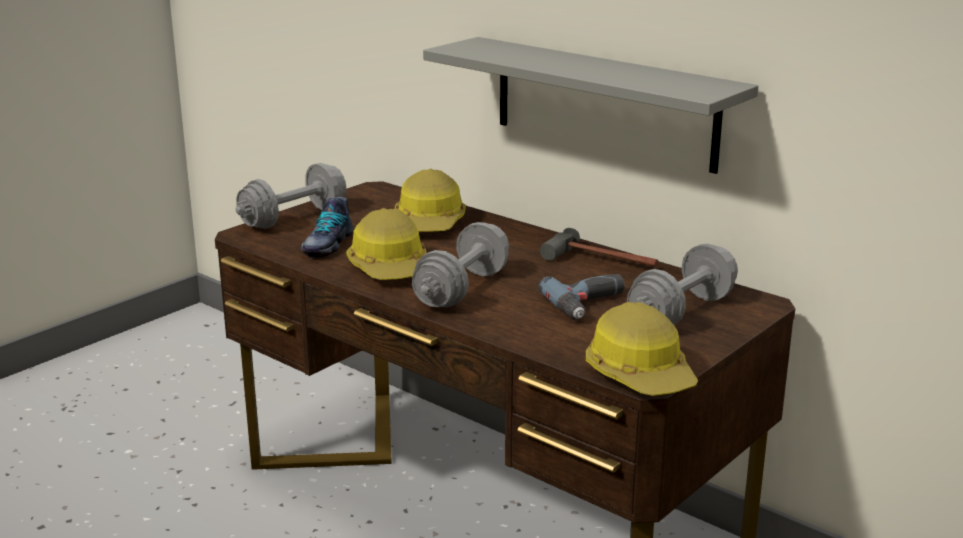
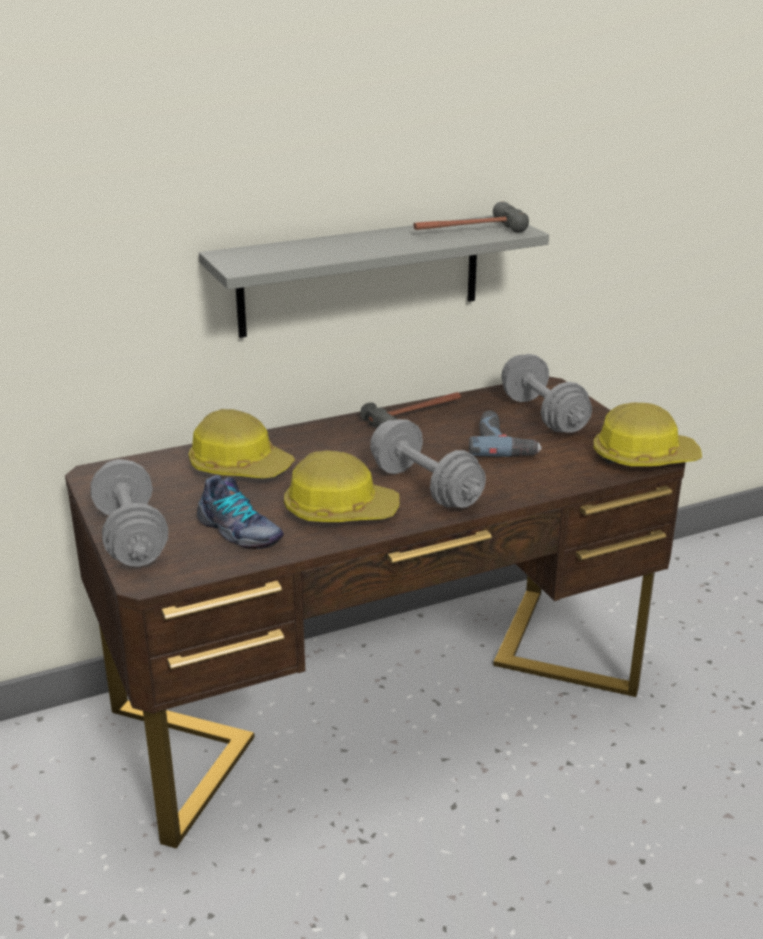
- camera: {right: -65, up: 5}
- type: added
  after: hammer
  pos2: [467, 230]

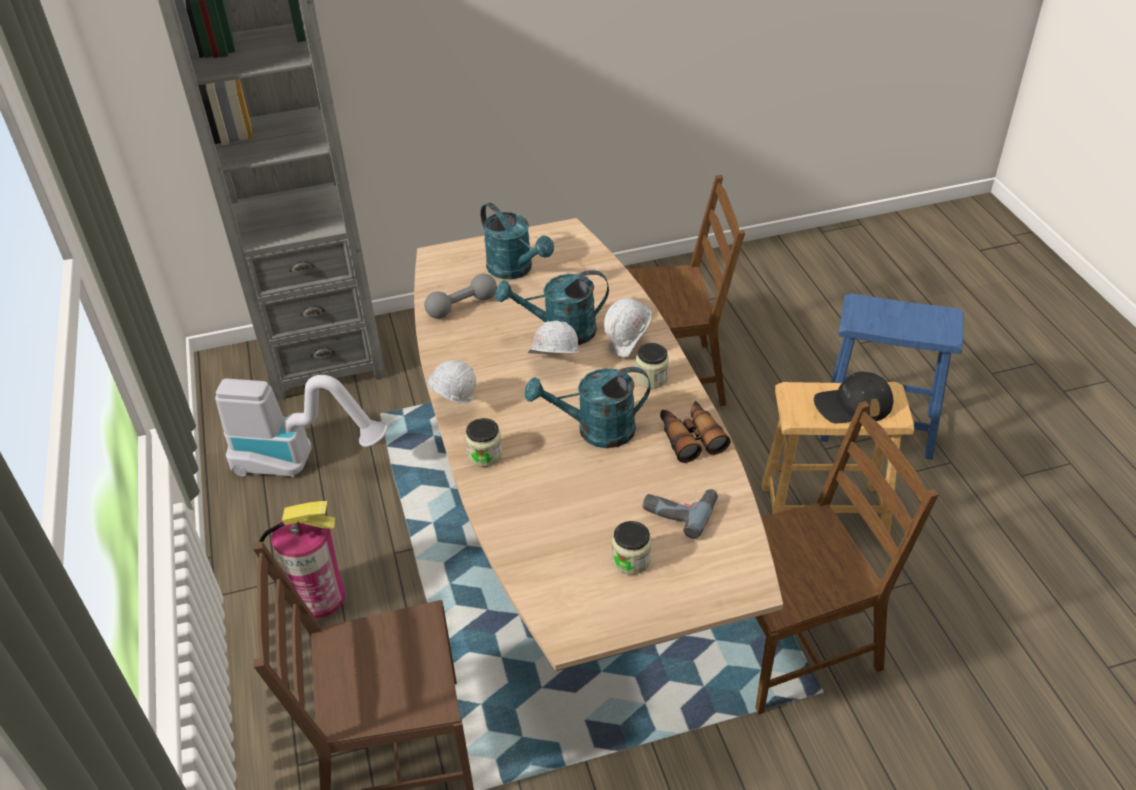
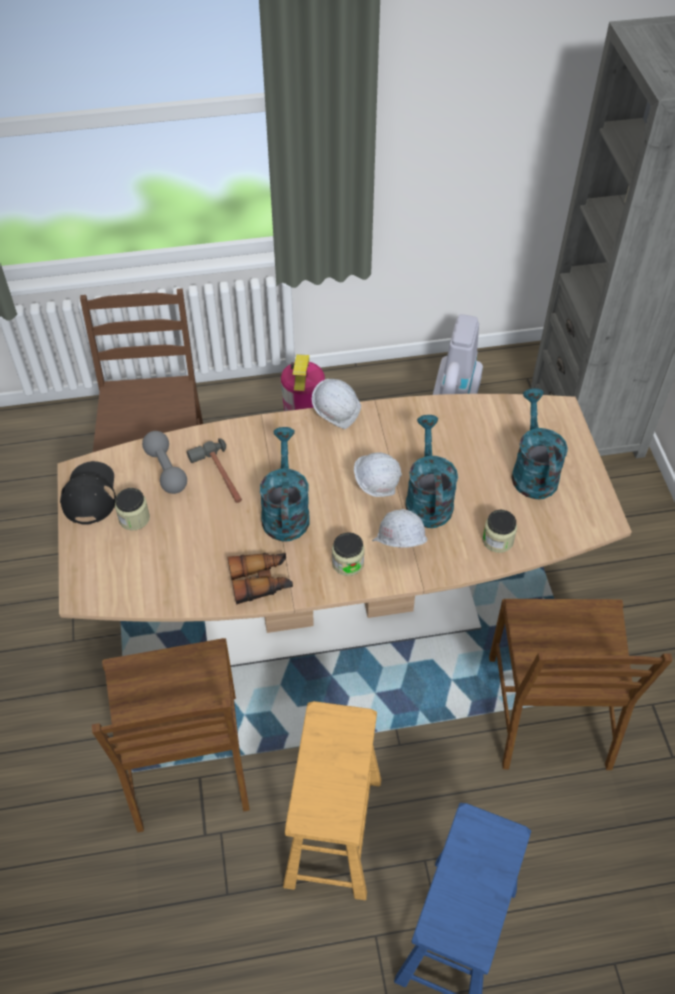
- camera: {right: 95, up: 10}
- type: moved
  before: black cap
  pos1: [852, 404]
  pos2: [90, 494]
- type: moved
  before: grey dumbbell
  pos1: [462, 306]
  pos2: [166, 470]
- type: added
  after: hammer
  pos2: [220, 477]
- type: moved
  before: jar
  pos1: [485, 455]
  pos2: [498, 540]
- type: turned
  before: turquoise watering can
  pos1: [515, 270]
  pos2: [532, 471]
  turn: 120
- type: removed
  before: power drill
  pos1: [680, 509]

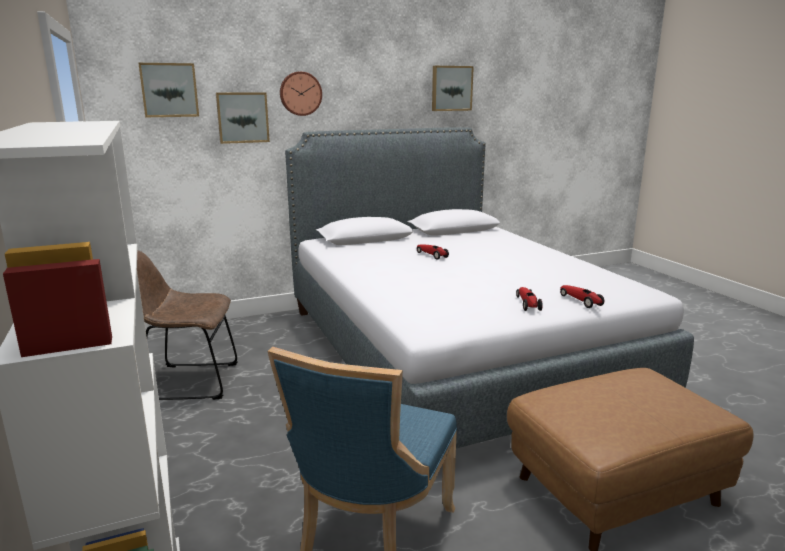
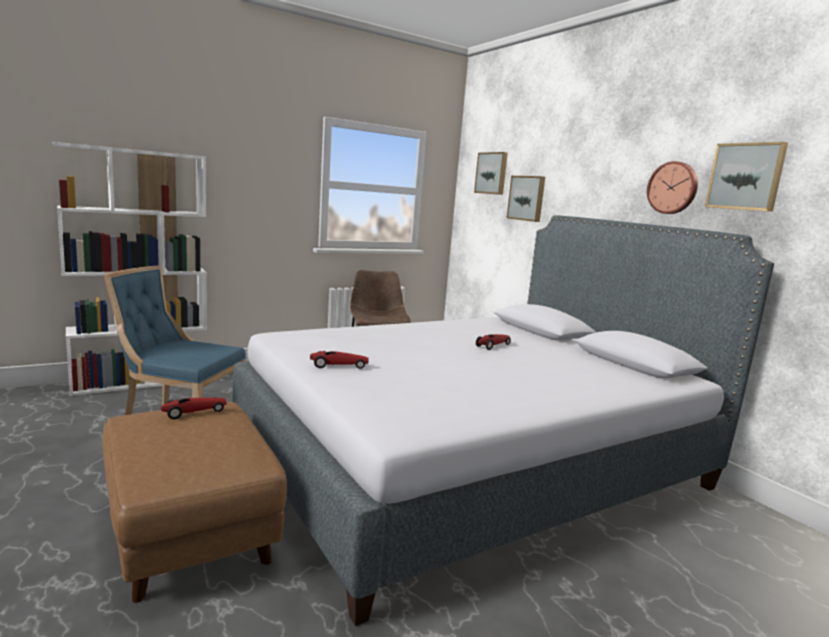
- camera: {right: 80, up: -5}
- type: moved
  before: toy car
  pos1: [580, 301]
  pos2: [194, 412]
- type: moved
  before: wall clock
  pos1: [300, 93]
  pos2: [673, 188]

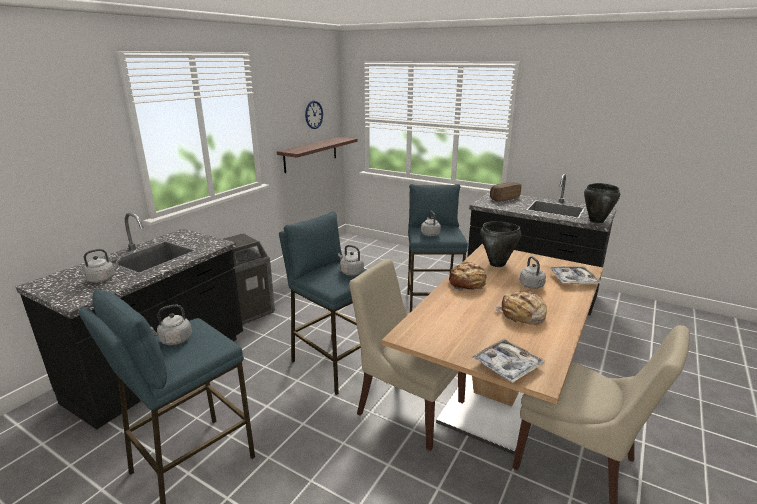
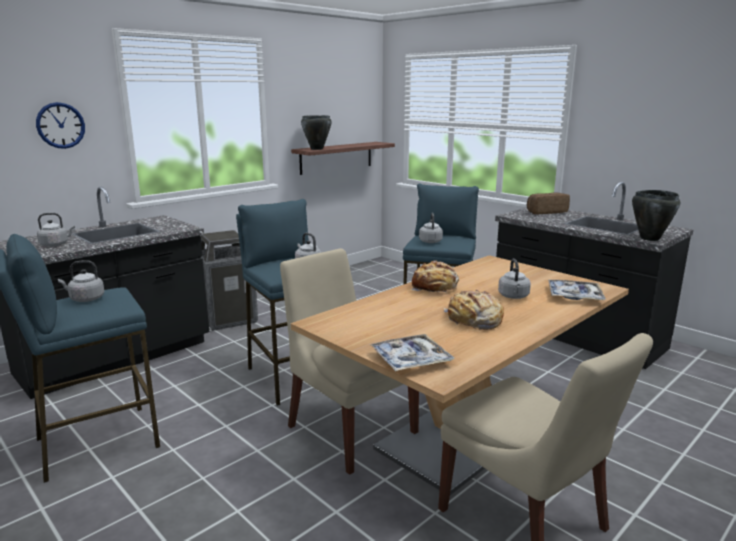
- camera: {right: 15, up: -5}
- type: moved
  before: wall clock
  pos1: [314, 114]
  pos2: [60, 125]
- type: moved
  before: black cooking pot
  pos1: [497, 264]
  pos2: [316, 149]

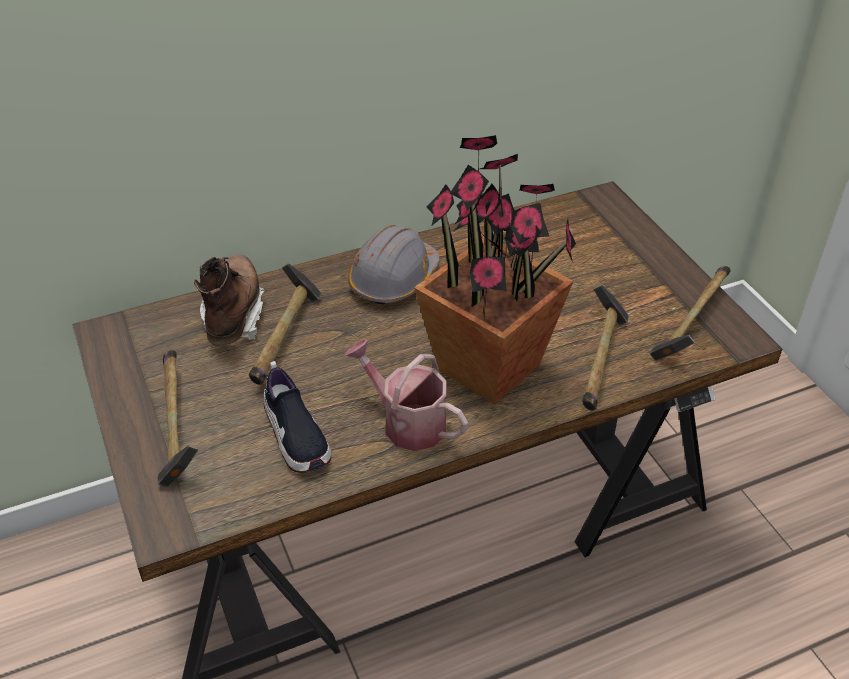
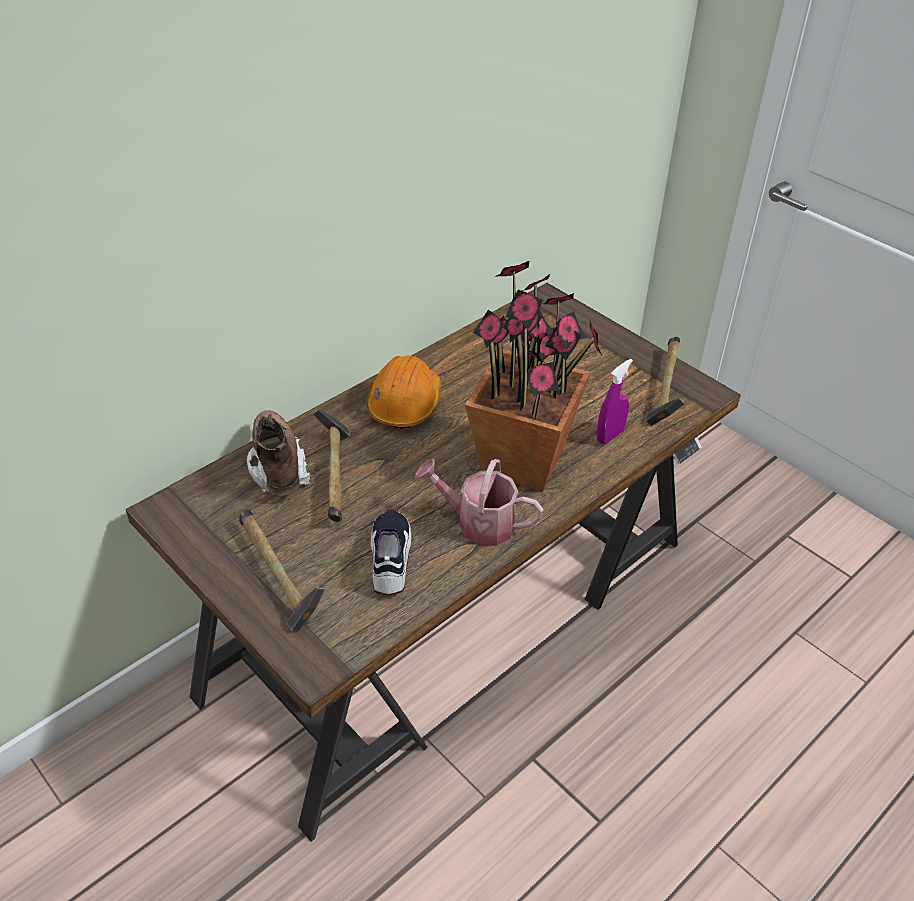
- camera: {right: -20, up: 0}
- type: recoloured
  before: grey hard hat
  after: orange hard hat
  pos1: [394, 279]
  pos2: [405, 404]
- type: turned
  before: shoe
  pos1: [296, 437]
  pos2: [390, 559]
  turn: -135
- type: replaced
  before: hammer
  after: purple spray bottle
  pos1: [601, 361]
  pos2: [610, 436]

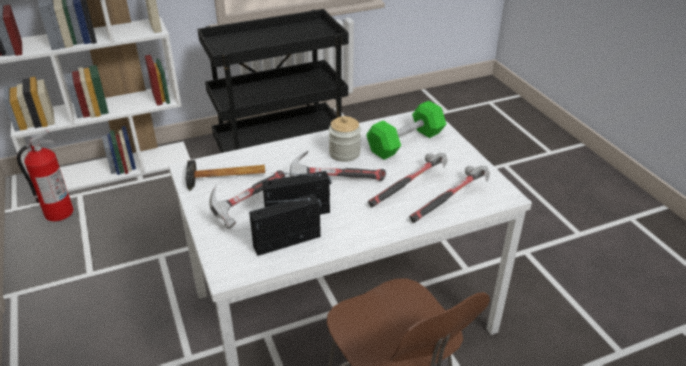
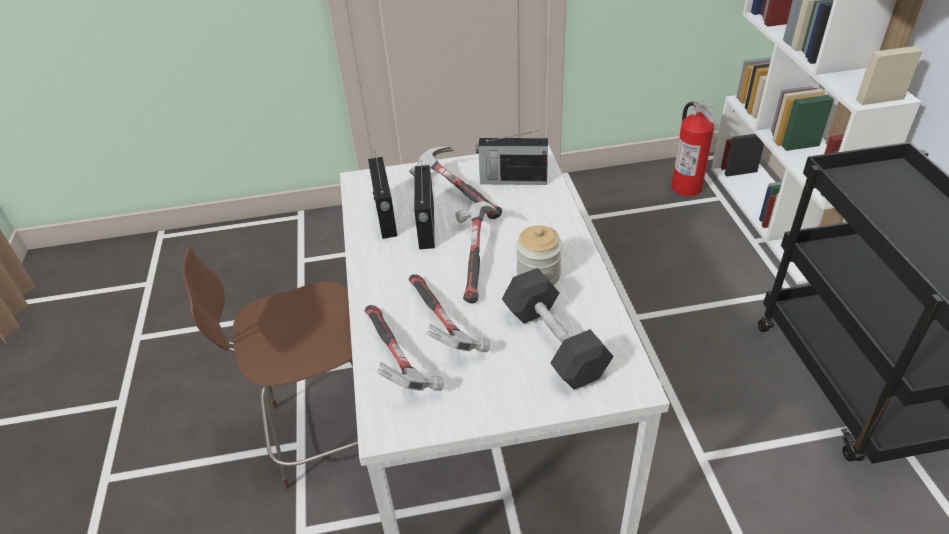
- camera: {right: 105, up: 5}
- type: replaced
  before: hammer
  after: radio
  pos1: [226, 177]
  pos2: [512, 180]
- type: recoloured
  before: green dumbbell
  after: black dumbbell
  pos1: [405, 142]
  pos2: [554, 343]

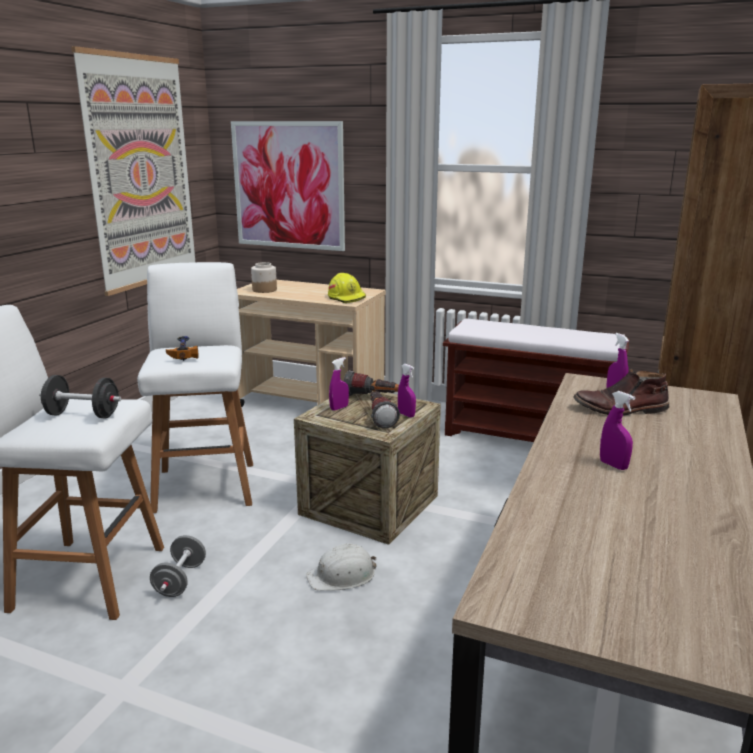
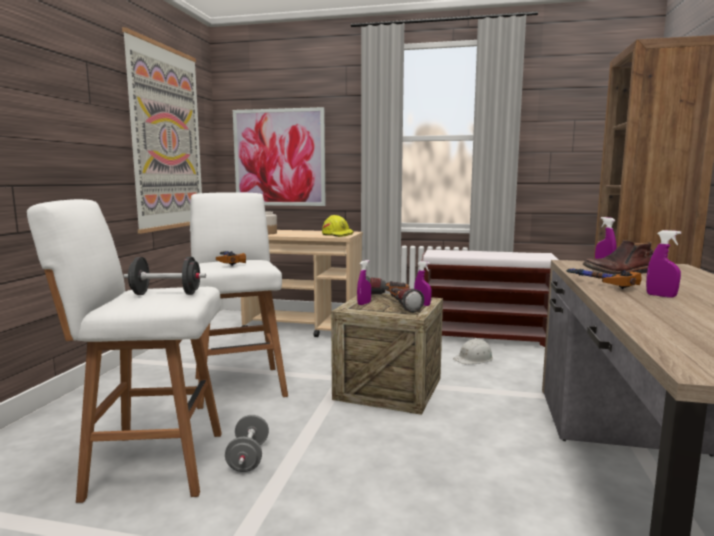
- camera: {right: -10, up: -10}
- type: moved
  before: white hard hat
  pos1: [342, 575]
  pos2: [474, 359]
- type: added
  after: hammer
  pos2: [596, 284]

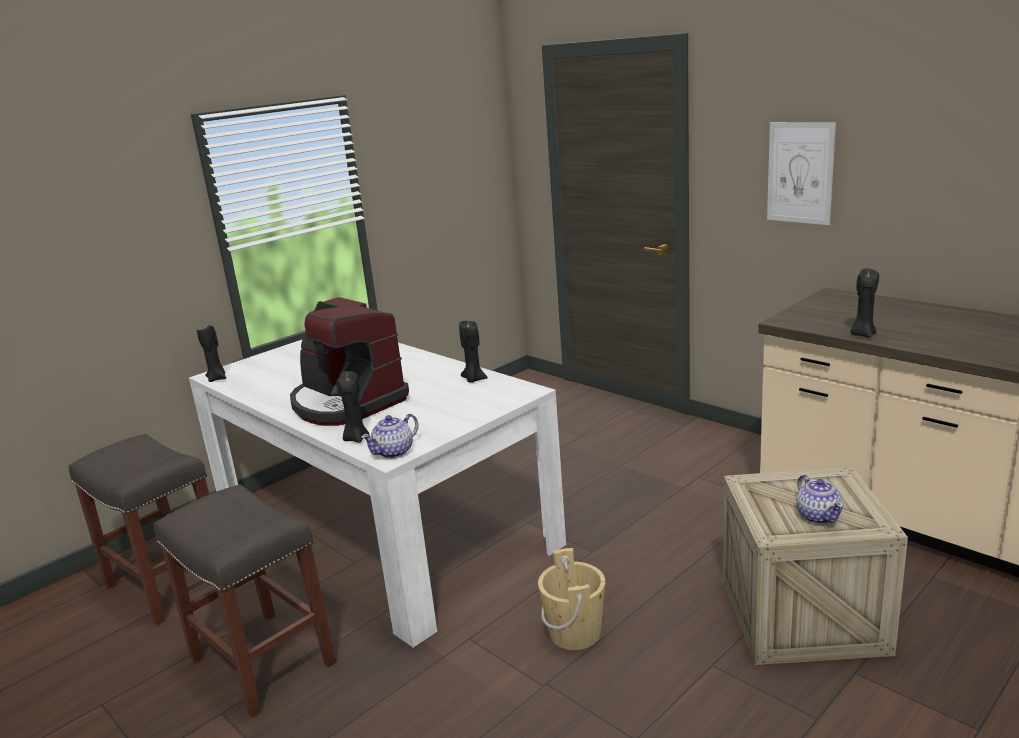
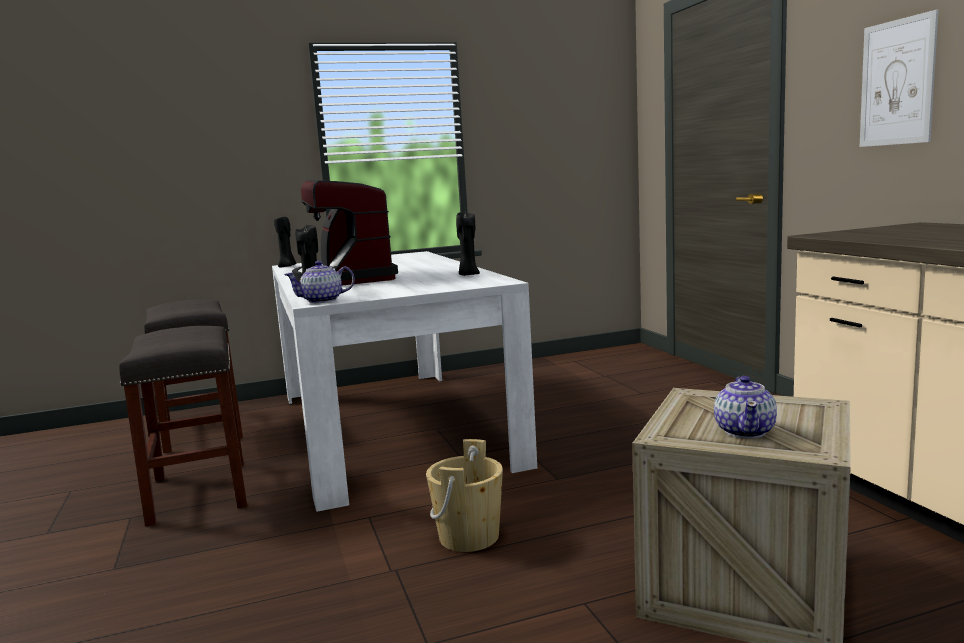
- camera: {right: 25, up: -10}
- type: removed
  before: black candle
  pos1: [862, 334]

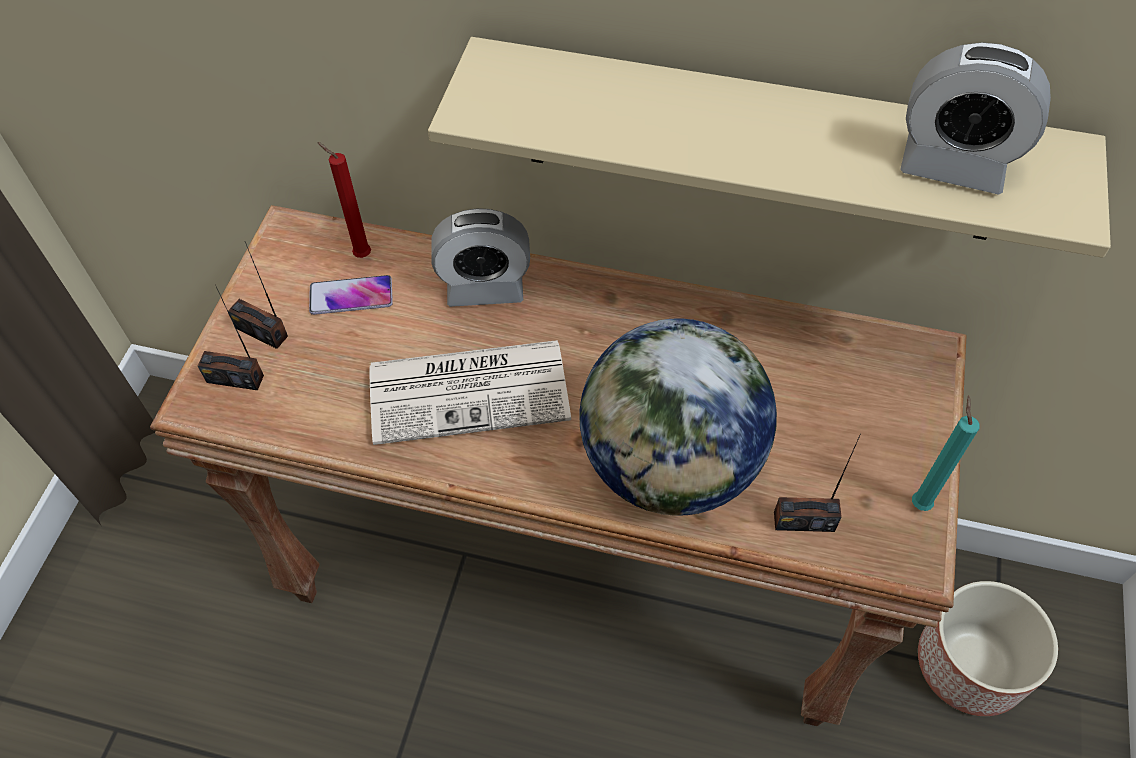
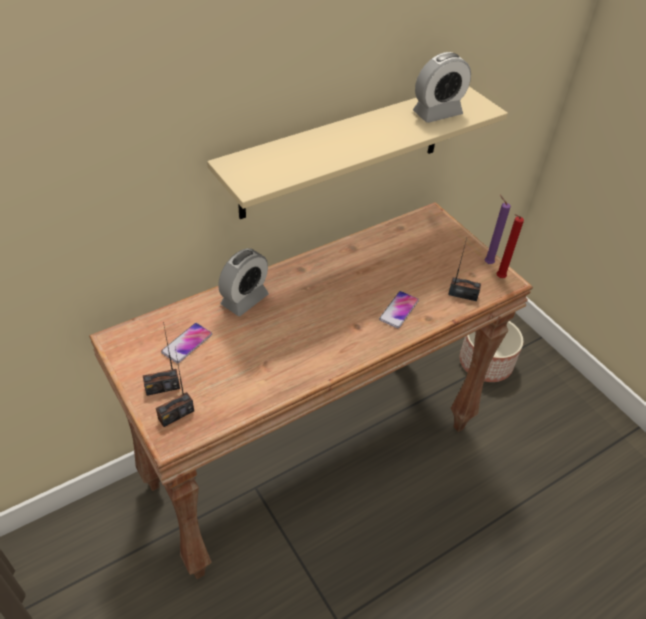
- camera: {right: -50, up: -10}
- type: replaced
  before: globe
  after: phone
  pos1: [670, 465]
  pos2: [399, 310]
- type: turned
  before: radio
  pos1: [804, 521]
  pos2: [463, 295]
  turn: -120
- type: recoloured
  before: turquoise candle
  after: purple candle
  pos1: [919, 501]
  pos2: [487, 263]
- type: moved
  before: red candle
  pos1: [360, 254]
  pos2: [499, 278]
- type: removed
  before: newspaper
  pos1: [471, 390]

